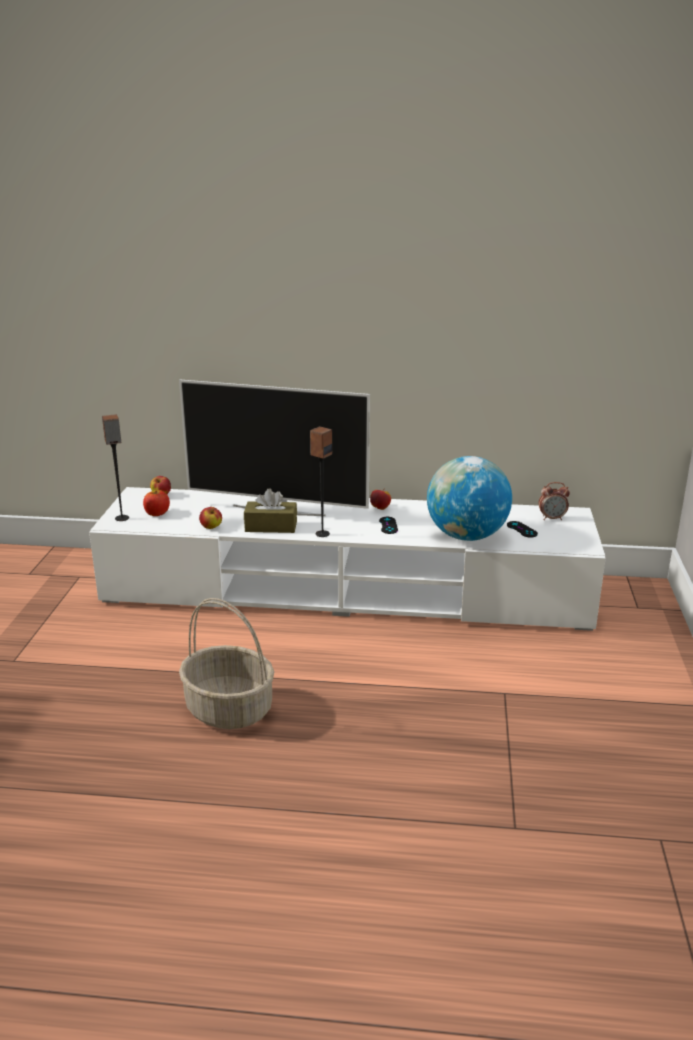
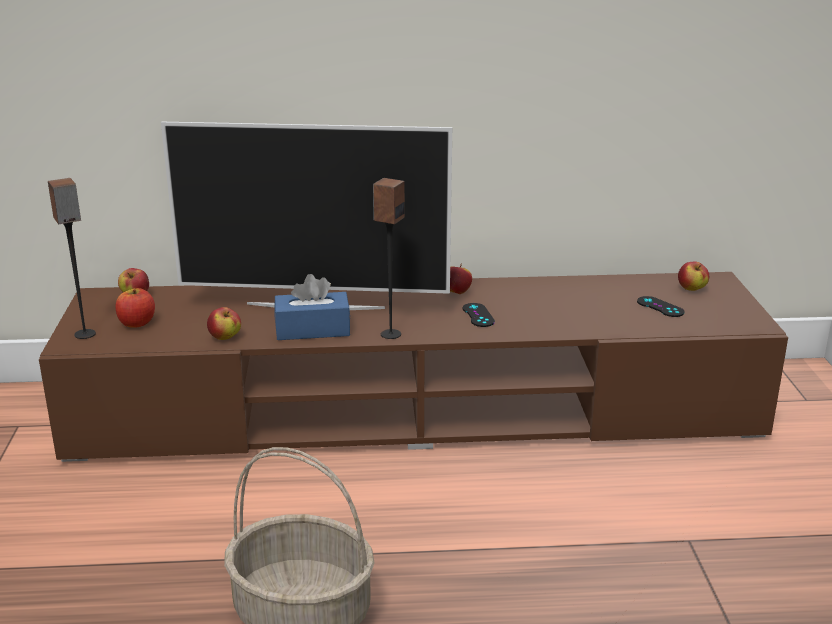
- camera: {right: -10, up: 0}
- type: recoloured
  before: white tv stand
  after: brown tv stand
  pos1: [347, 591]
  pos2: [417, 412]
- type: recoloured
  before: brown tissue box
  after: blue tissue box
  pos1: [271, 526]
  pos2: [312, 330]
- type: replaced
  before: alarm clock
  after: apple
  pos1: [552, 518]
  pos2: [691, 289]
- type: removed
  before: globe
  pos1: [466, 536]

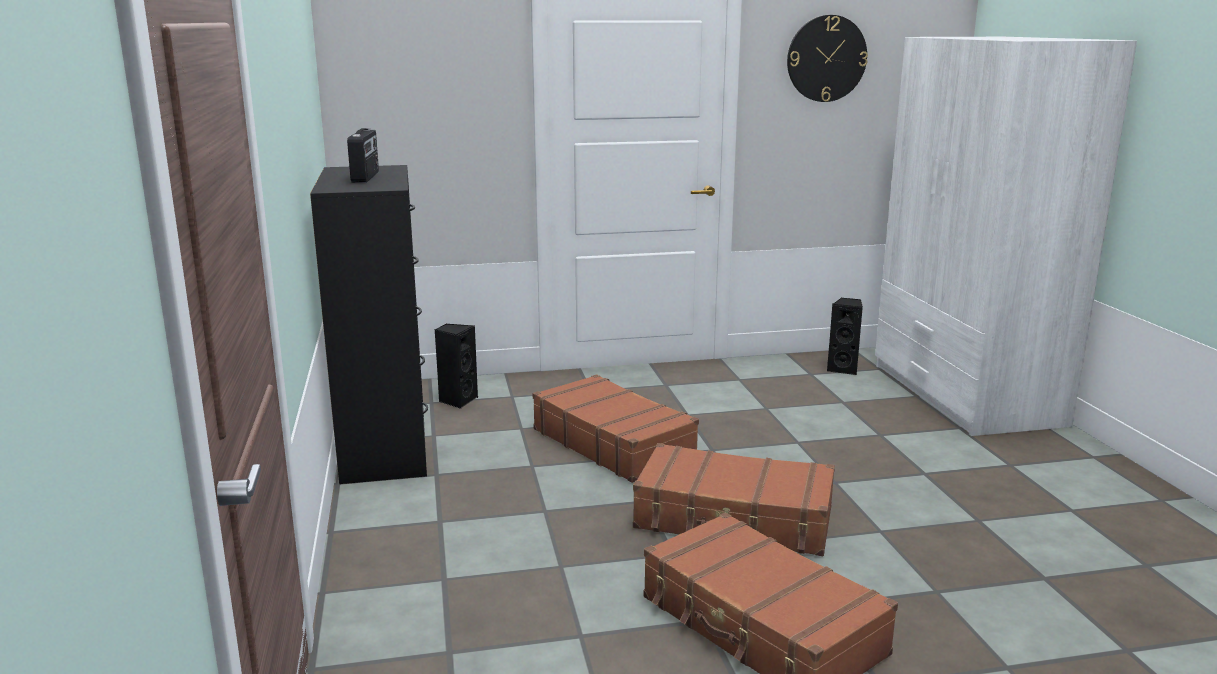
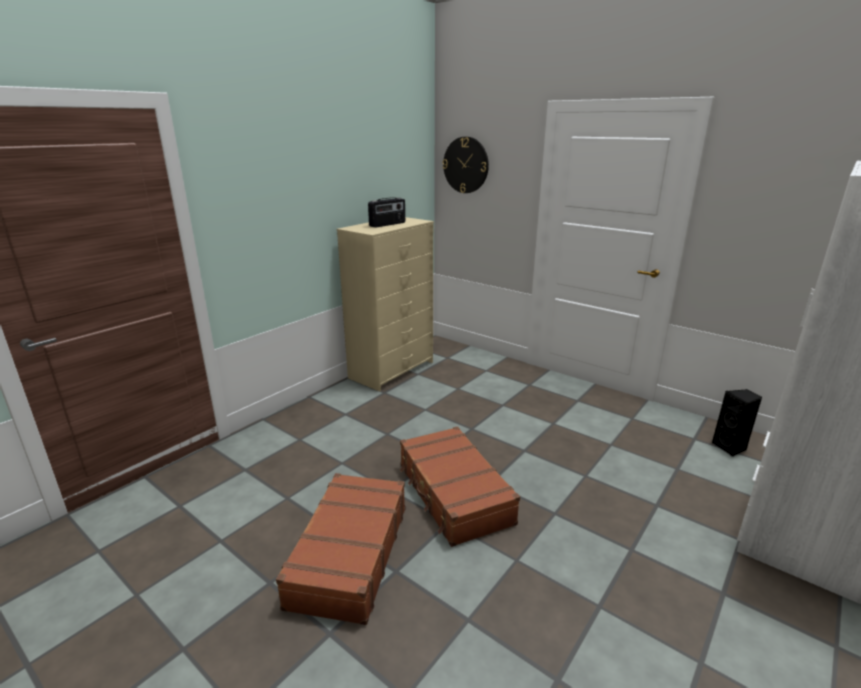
- camera: {right: 50, up: 5}
- type: recoloured
  before: black dresser
  after: beige dresser
  pos1: [385, 446]
  pos2: [392, 369]
- type: moved
  before: wall clock
  pos1: [826, 58]
  pos2: [466, 165]
- type: removed
  before: black speaker
  pos1: [457, 400]
- type: removed
  before: brown suitcase
  pos1: [613, 443]

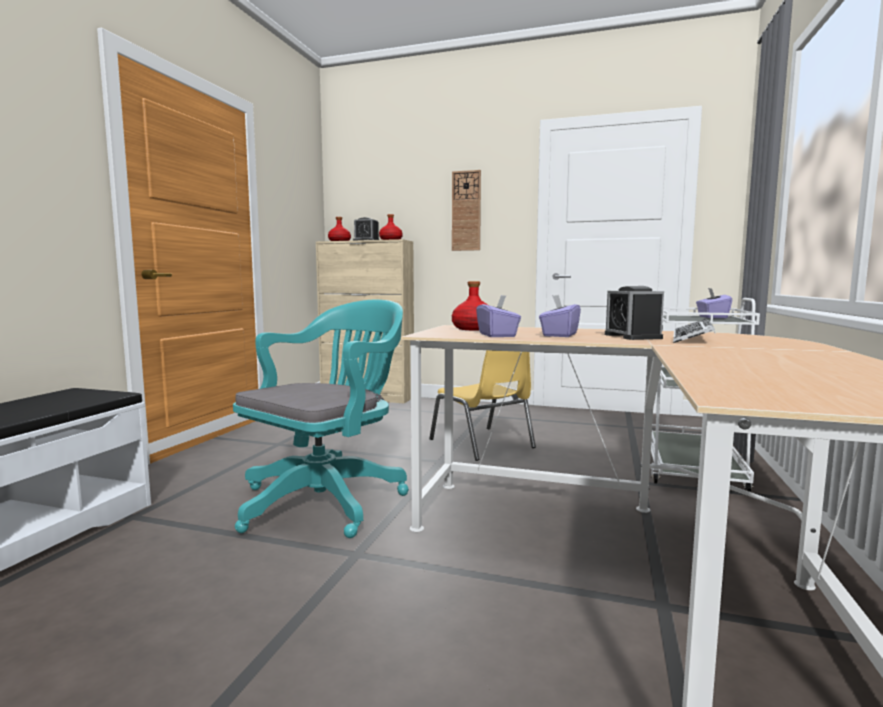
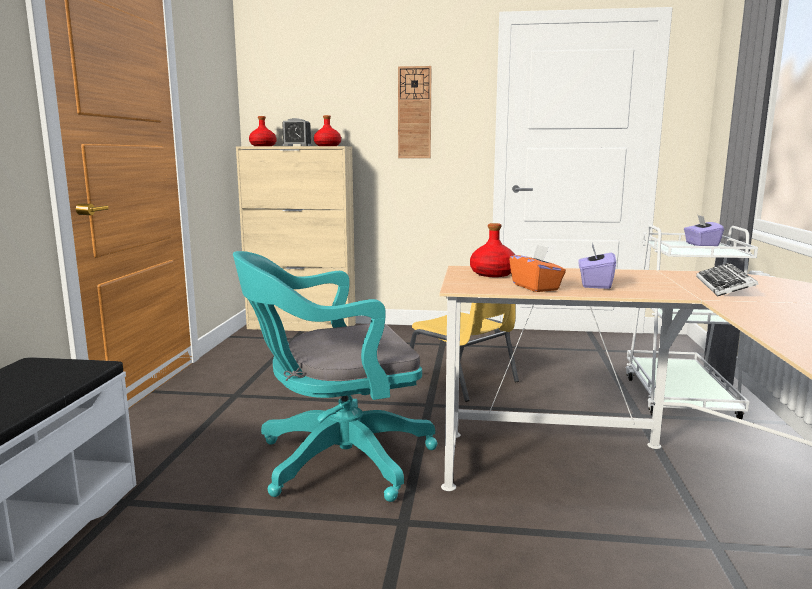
- camera: {right: -10, up: 5}
- type: turned
  before: turquoise office chair
  pos1: [328, 499]
  pos2: [335, 461]
  turn: -135
- type: recoloured
  before: purple tissue box
  after: orange tissue box
  pos1: [497, 335]
  pos2: [536, 287]
- type: removed
  before: alarm clock
  pos1: [632, 336]

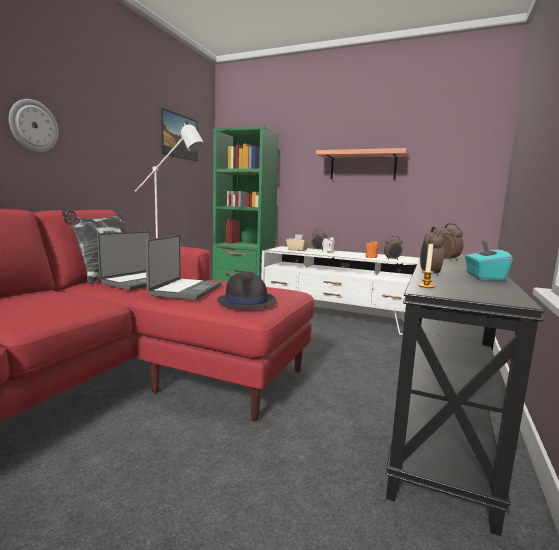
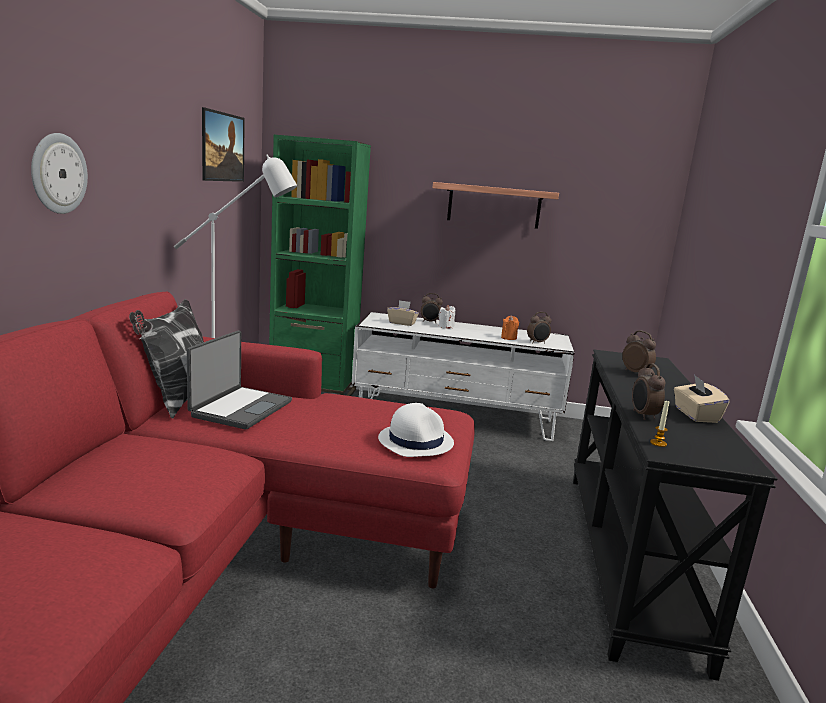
- camera: {right: -15, up: 5}
- type: recoloured
  before: black hat
  after: white hat
  pos1: [247, 301]
  pos2: [416, 441]
- type: recoloured
  before: turquoise tissue box
  after: beige tissue box
  pos1: [484, 277]
  pos2: [695, 415]
- type: removed
  before: laptop
  pos1: [185, 290]

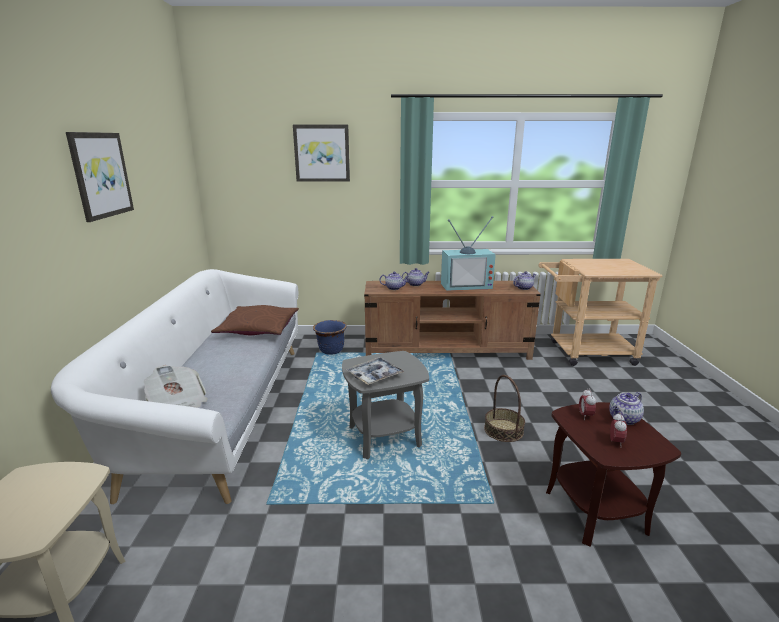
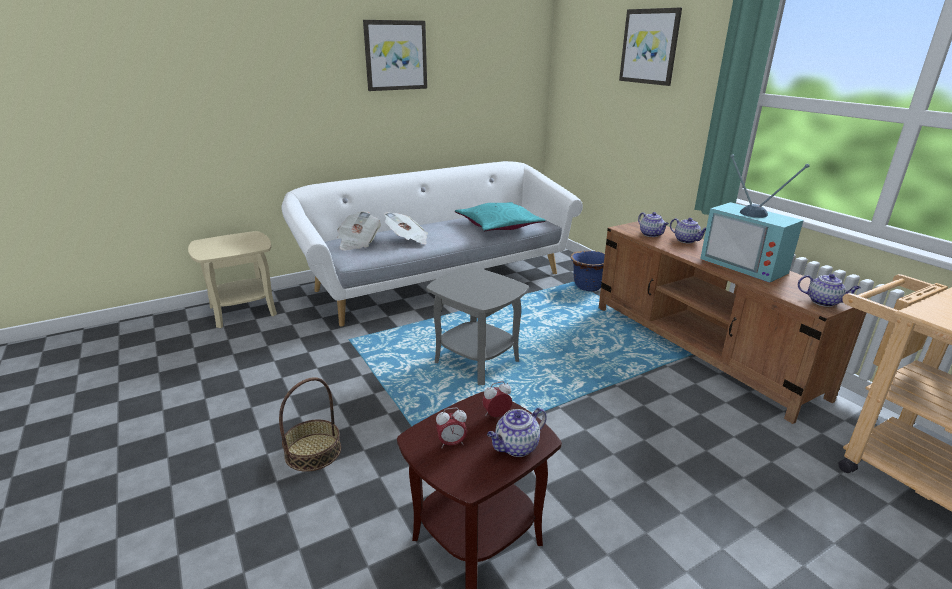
- camera: {right: 60, up: 5}
- type: moved
  before: basket
  pos1: [503, 430]
  pos2: [313, 452]
- type: added
  after: newspaper
  pos2: [407, 239]
- type: recoloured
  before: brown pillow
  after: turquoise pillow
  pos1: [258, 329]
  pos2: [498, 225]
- type: turned
  before: teapot
  pos1: [624, 419]
  pos2: [516, 447]
  turn: -60
- type: removed
  before: tray
  pos1: [374, 376]

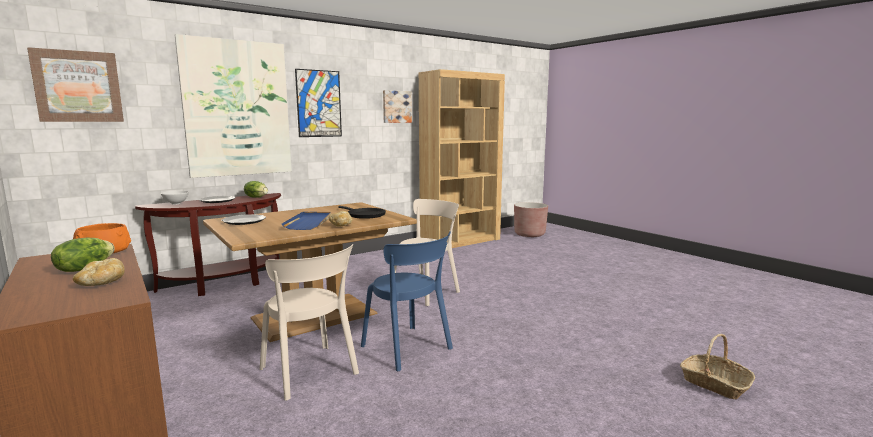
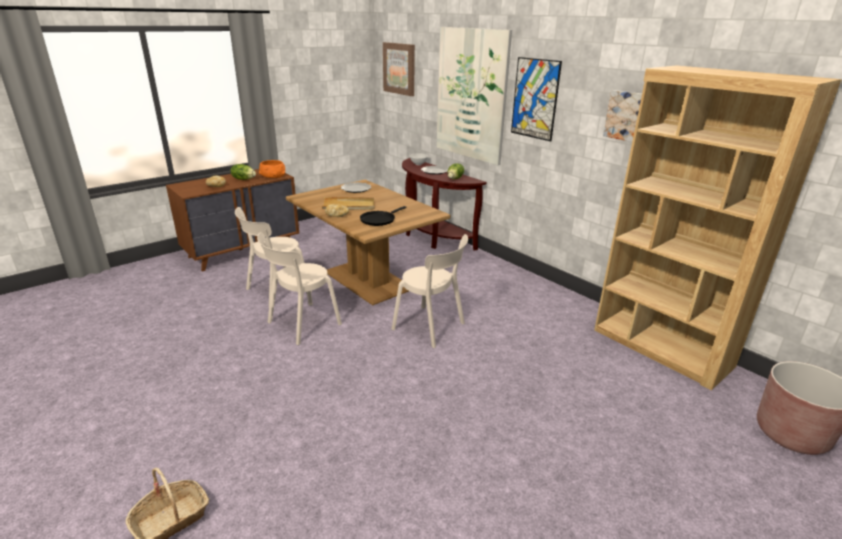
- camera: {right: 85, up: 15}
- type: recoloured
  before: blue chair
  after: beige chair
  pos1: [409, 349]
  pos2: [301, 324]
- type: recoloured
  before: blue tray
  after: beige tray
  pos1: [309, 222]
  pos2: [349, 206]

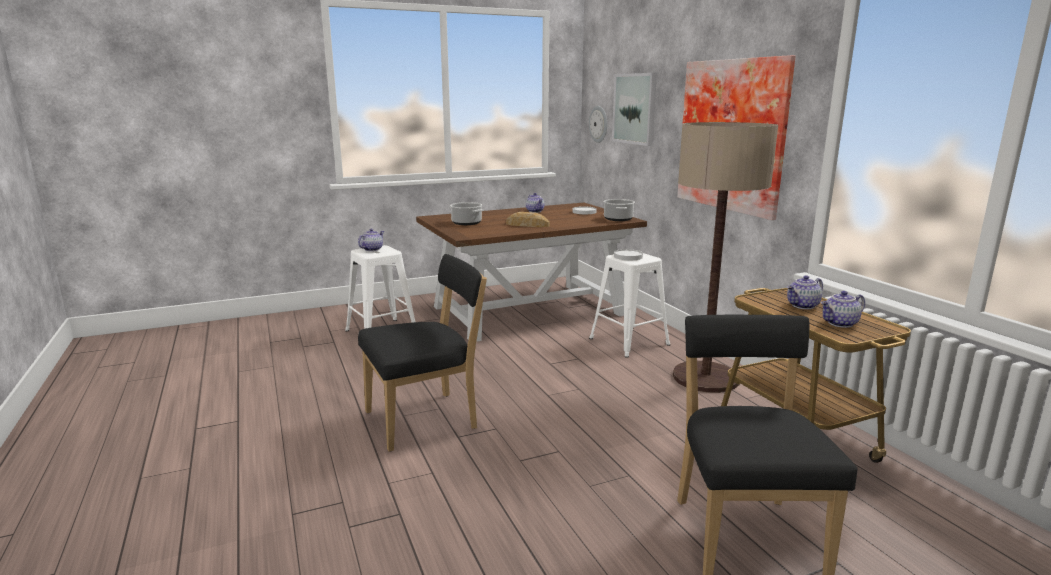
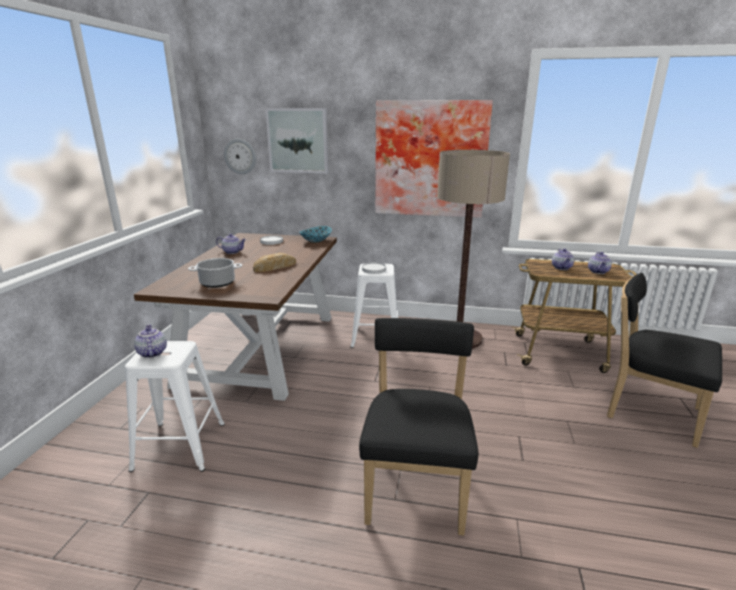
- camera: {right: -55, up: 5}
- type: replaced
  before: cooking pot
  after: bowl
  pos1: [618, 219]
  pos2: [316, 241]

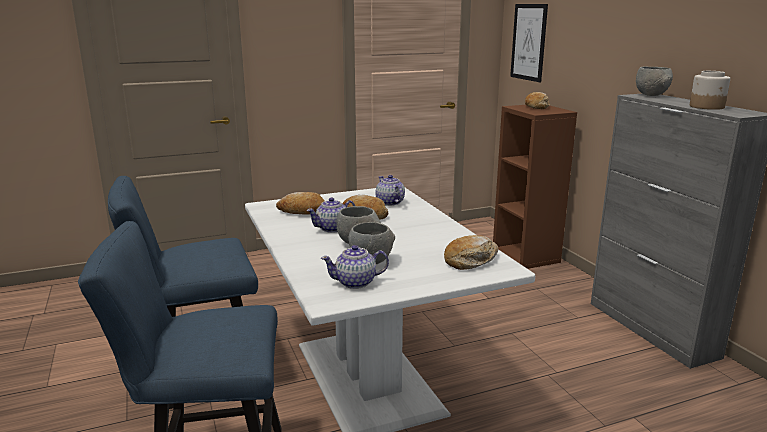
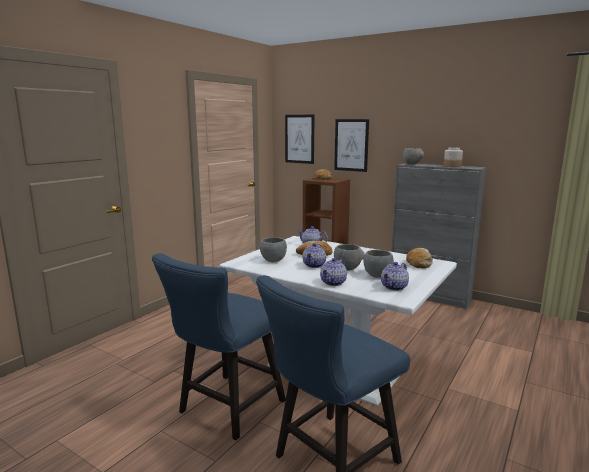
- camera: {right: -35, up: -5}
- type: replaced
  before: bread
  after: grey bowl
  pos1: [302, 212]
  pos2: [273, 261]
- type: added
  after: teapot
  pos2: [333, 282]
- type: added
  after: picture
  pos2: [351, 145]

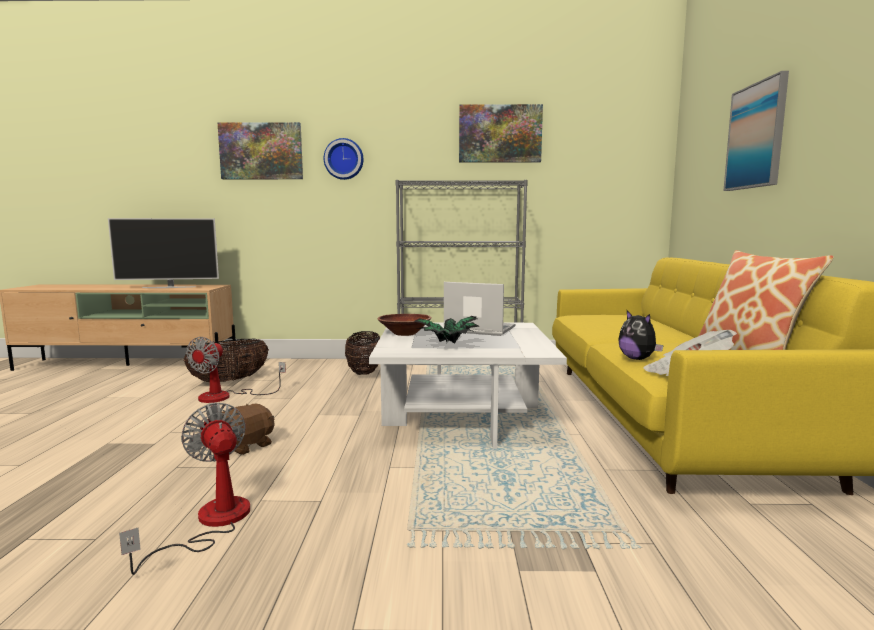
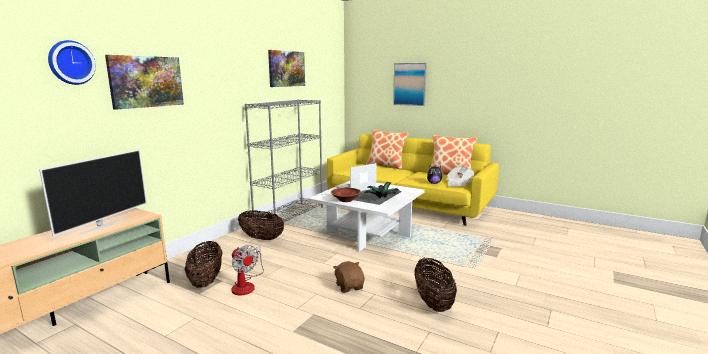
- camera: {right: -60, up: 5}
- type: moved
  before: wall clock
  pos1: [344, 159]
  pos2: [70, 62]
- type: added
  after: pillow
  pos2: [386, 166]
- type: replaced
  before: fan
  after: basket
  pos1: [211, 523]
  pos2: [433, 302]

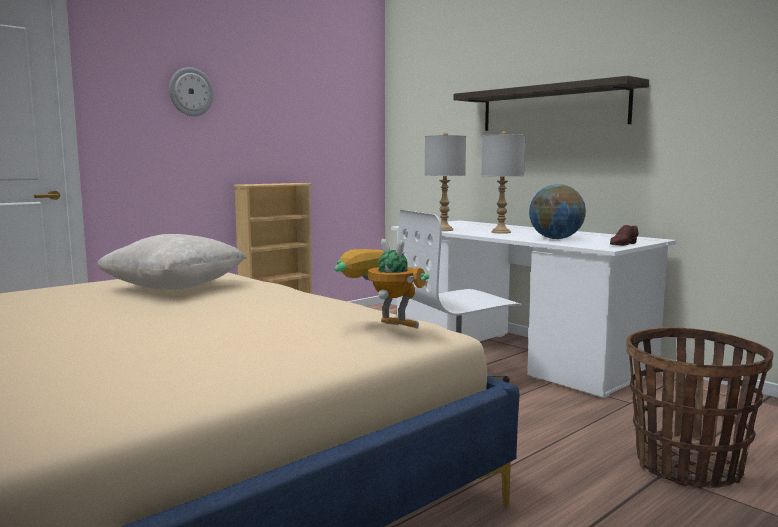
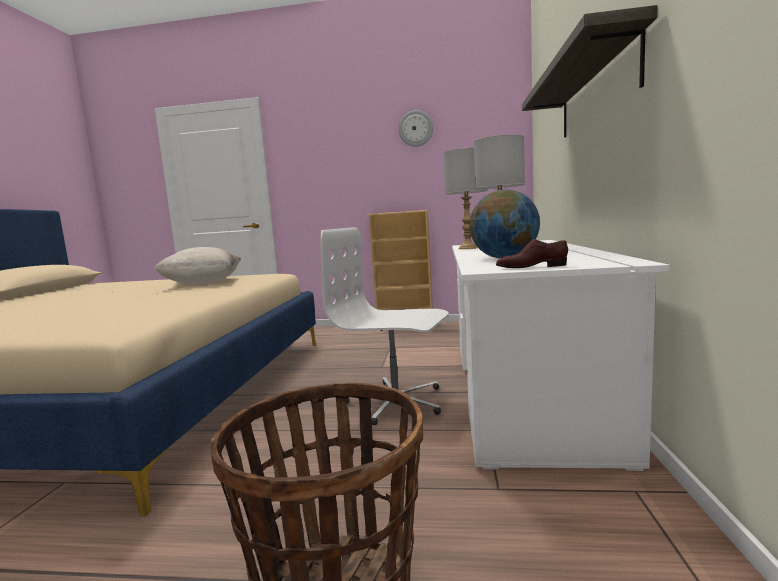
- camera: {right: 50, up: 0}
- type: moved
  before: wall clock
  pos1: [191, 92]
  pos2: [415, 128]
- type: removed
  before: toy robot
  pos1: [381, 328]

